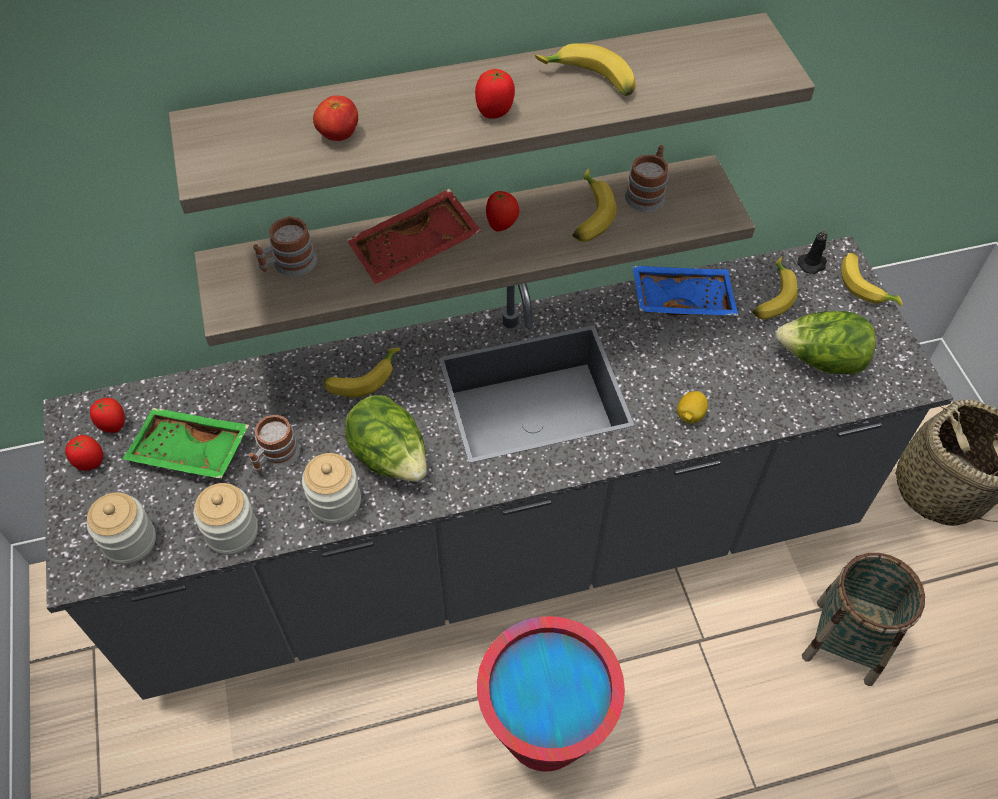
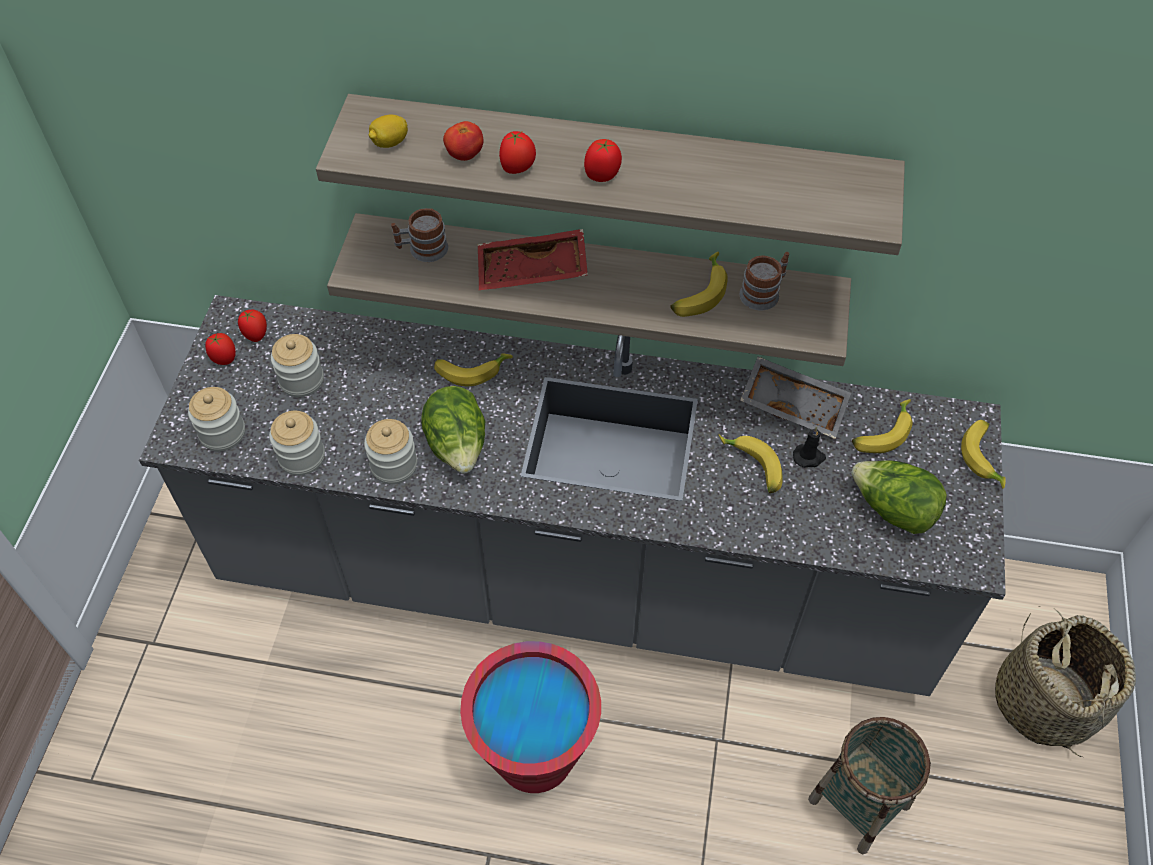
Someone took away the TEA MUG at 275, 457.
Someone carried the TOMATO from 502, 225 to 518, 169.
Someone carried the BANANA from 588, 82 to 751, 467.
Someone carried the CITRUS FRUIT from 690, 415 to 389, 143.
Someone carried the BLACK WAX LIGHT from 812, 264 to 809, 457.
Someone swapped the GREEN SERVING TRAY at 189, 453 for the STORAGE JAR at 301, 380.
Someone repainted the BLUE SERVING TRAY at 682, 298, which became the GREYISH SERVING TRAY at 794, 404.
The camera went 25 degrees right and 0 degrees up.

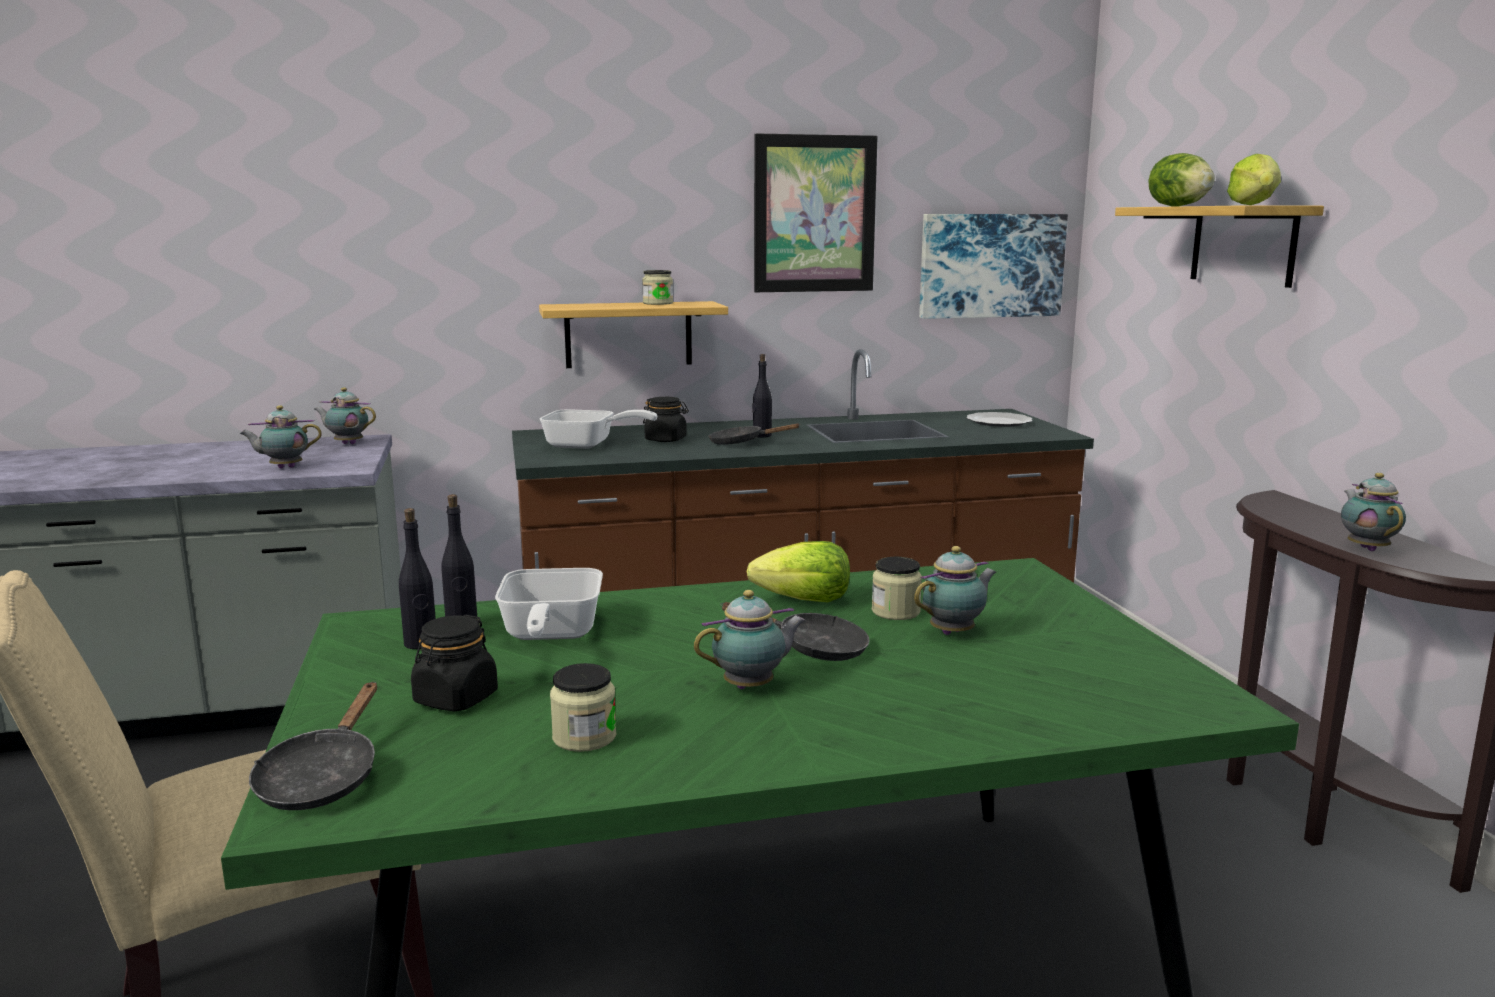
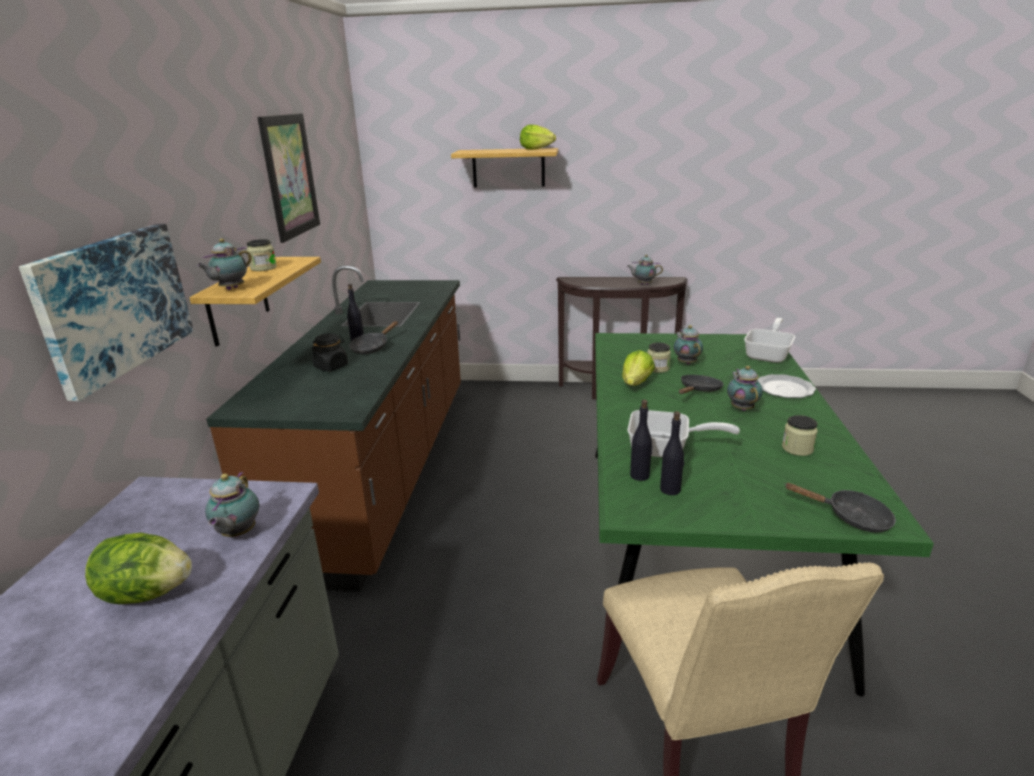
Someone took away the BLACK STORAGE JAR at 455, 699.
Someone carried the POT FOR TEA from 347, 444 to 230, 289.
Someone carried the PAN from 587, 445 to 769, 354.
Someone carried the PICTURE from 990, 265 to 114, 304.
Someone carried the PLATE from 1000, 422 to 785, 388.
Someone carried the HEAD OF LETTUCE from 1179, 206 to 147, 593.
The camera went 70 degrees left and 10 degrees up.

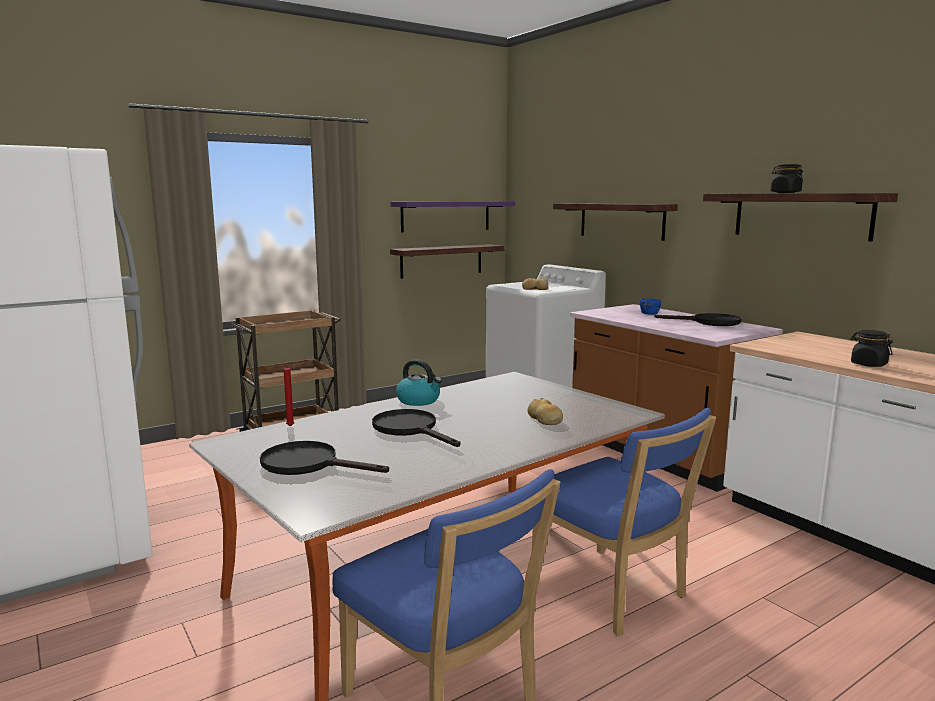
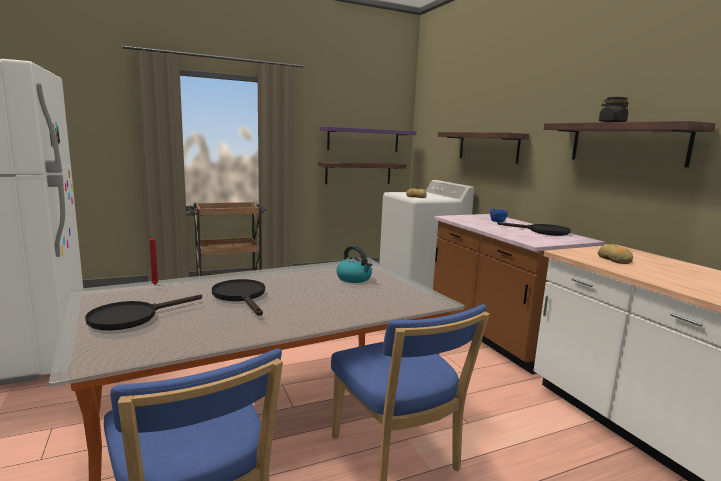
Someone took away the BLACK STORAGE JAR at 868, 364.
Someone carried the KETTLE from 419, 400 to 354, 279.
Someone carried the BREAD from 544, 419 to 614, 260.
Someone rotated the BLACK PAN at 309, 464 by 75 degrees counterclockwise.
The camera went 10 degrees right and 0 degrees up.

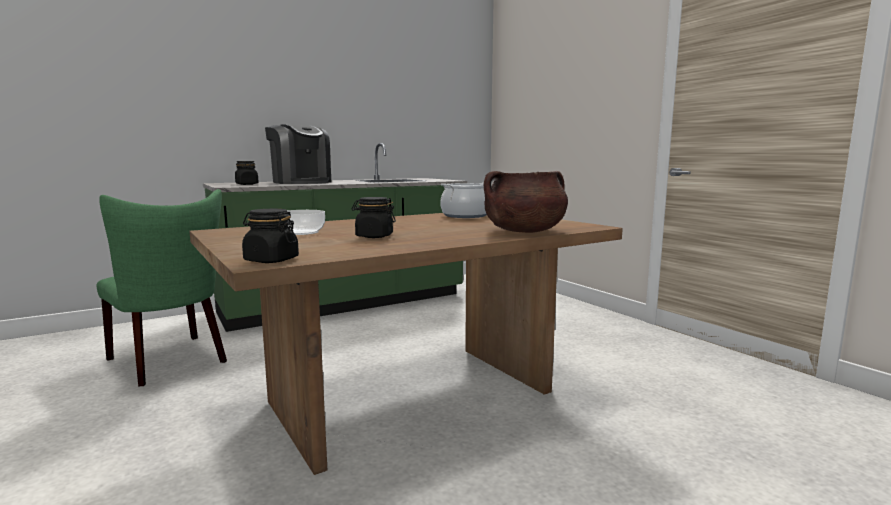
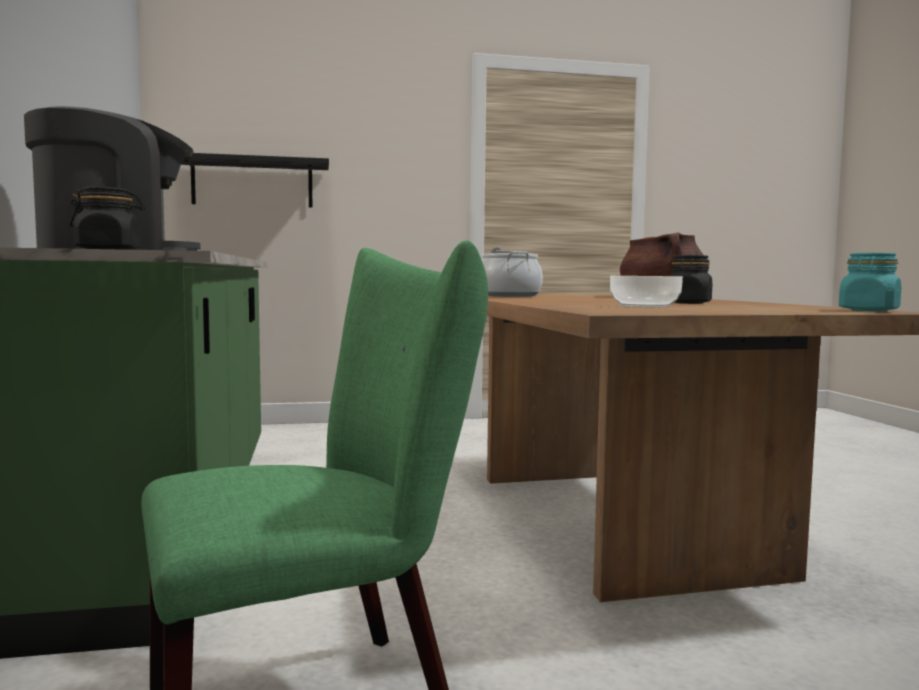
Someone put up the BLACK SHELF at 252, 183.
Someone repainted the BLACK STORAGE JAR at 271, 260, which became the TURQUOISE STORAGE JAR at 868, 310.
The camera went 70 degrees left and 5 degrees down.

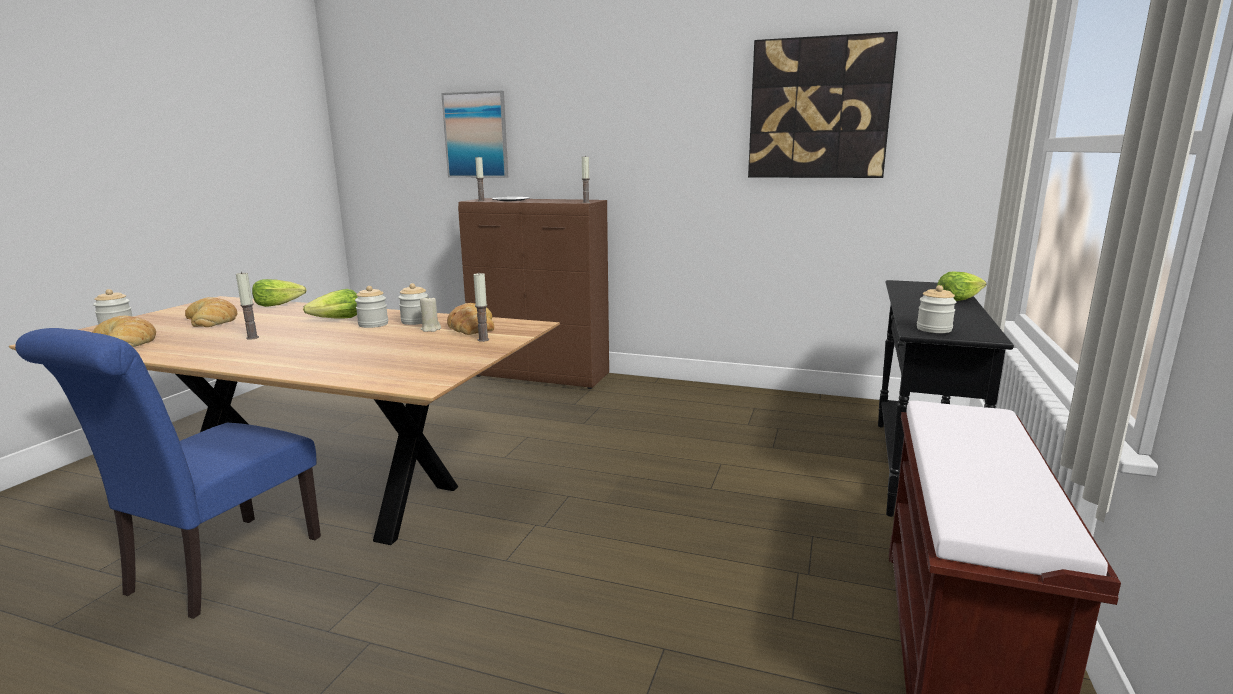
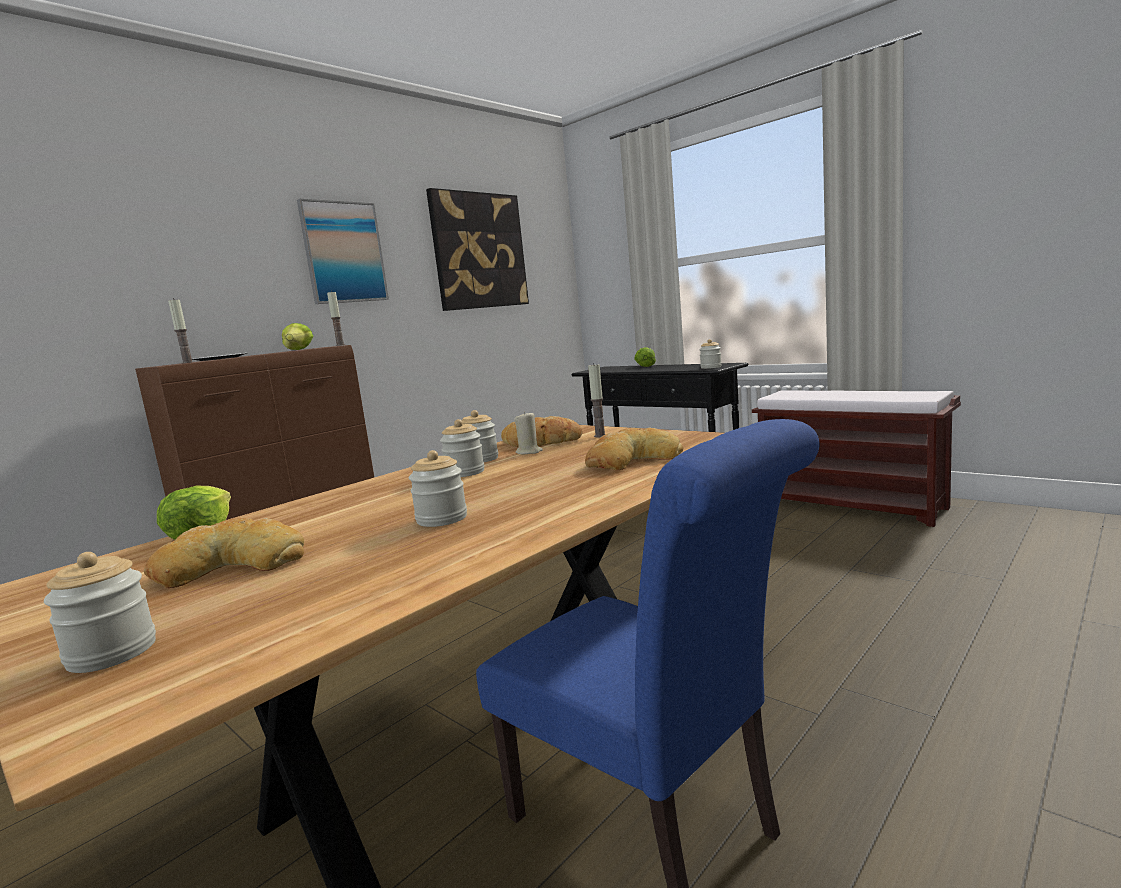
Someone carried the BREAD from 127, 341 to 631, 460.
Someone carried the HEAD OF LETTUCE from 337, 320 to 298, 350.
Someone carried the PICTURE from 476, 135 to 343, 252.
Someone swapped the WAX LIGHT at 252, 338 for the STORAGE JAR at 441, 519.
The camera went 65 degrees left and 5 degrees down.

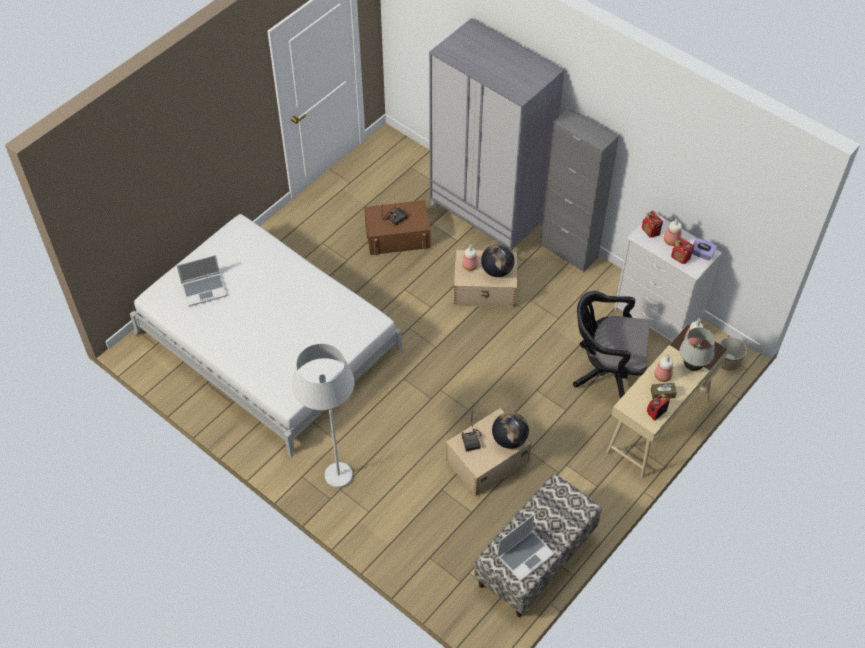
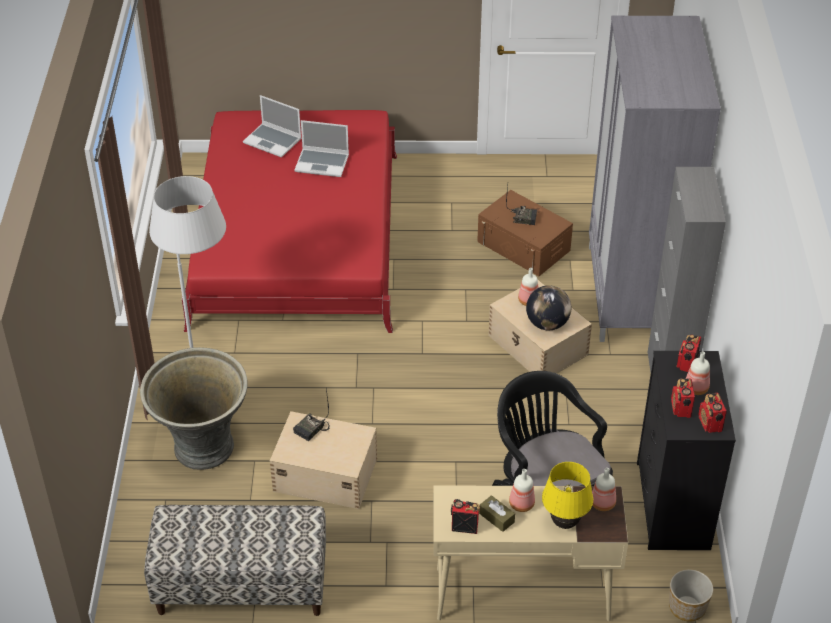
Someone took away the WORLD GLOBE at 509, 439.
Someone put down the GREYISH PLANT POT at 202, 448.
Someone carried the NOTEBOOK COMPUTER from 525, 555 to 323, 163.
Someone swapped the PURPLE-COLOURED TISSUE HOLDER at 702, 254 for the RADIO RECEIVER at 710, 424.
Someone repainted the WHITISH SLEEPING BED at 268, 341, which became the REDDISH SLEEPING BED at 297, 238.
Someone repainted the WHITISH DRESSER at 657, 316, which became the BLACK DRESSER at 673, 506.
Someone repainted the WHITISH TABLE LAMP at 692, 366, which became the YELLOW-COLOURED TABLE LAMP at 565, 523.
The camera went 50 degrees right and 10 degrees down.

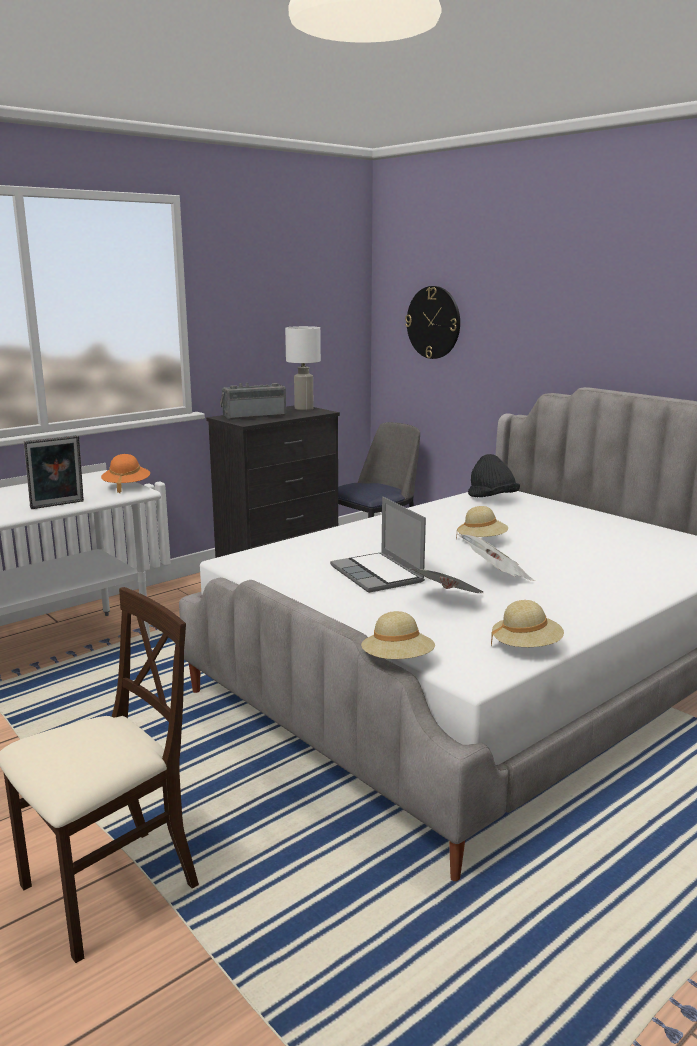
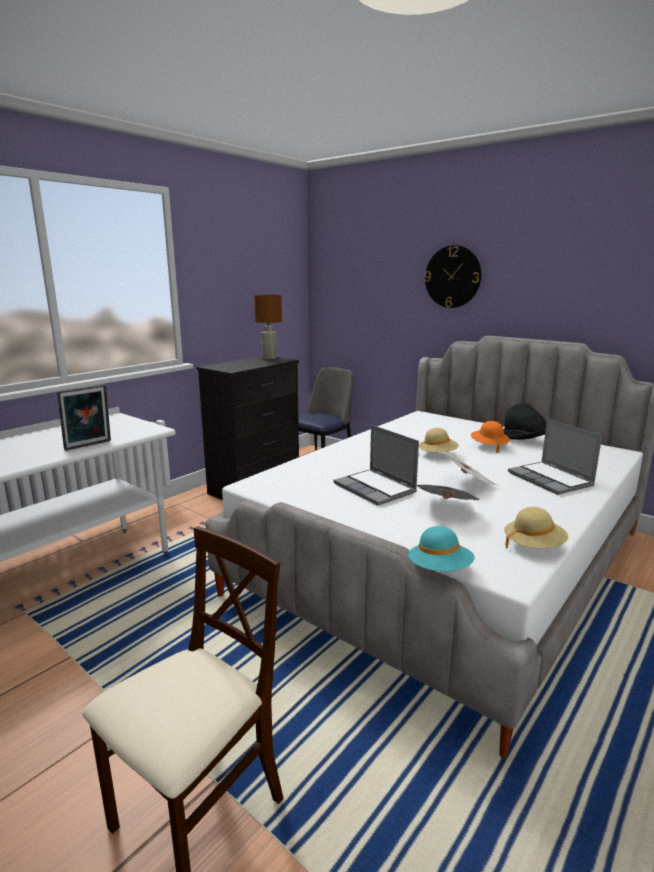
Someone took away the RADIO RECEIVER at 254, 416.
Someone put down the NOTEBOOK COMPUTER at 551, 479.
Someone carried the ORANGE CLOTHING HAT from 126, 486 to 489, 446.
Someone carried the HANGING CLOCK from 433, 322 to 452, 277.
Someone carried the BLACK CLOTHING HAT from 492, 499 to 524, 440.
Someone repainted the WHITISH TABLE LAMP at 304, 409, which became the BROWNISH TABLE LAMP at 270, 358.
Someone repainted the BEIGE-COLOURED CLOTHING HAT at 397, 661, which became the TURQUOISE CLOTHING HAT at 440, 570.
The camera went 10 degrees left and 0 degrees up.

